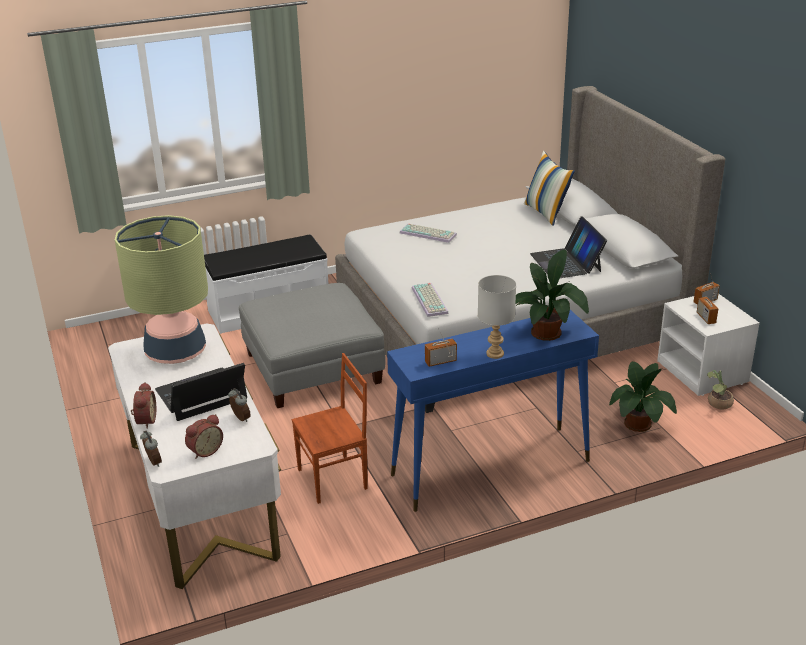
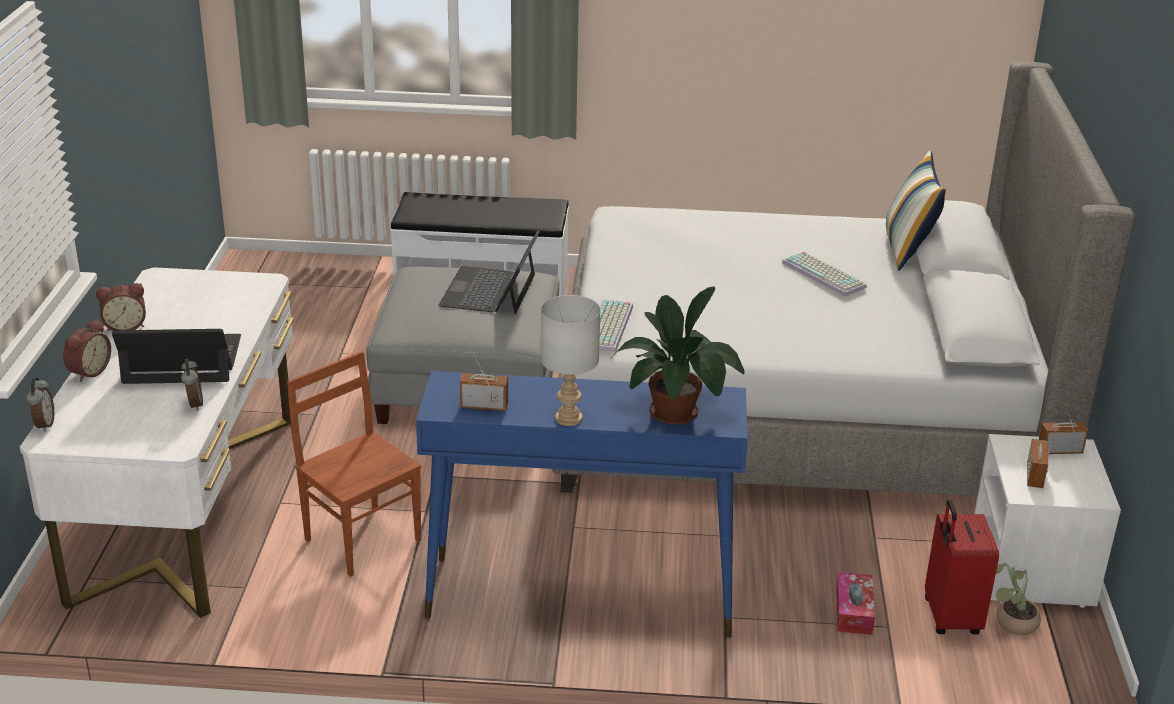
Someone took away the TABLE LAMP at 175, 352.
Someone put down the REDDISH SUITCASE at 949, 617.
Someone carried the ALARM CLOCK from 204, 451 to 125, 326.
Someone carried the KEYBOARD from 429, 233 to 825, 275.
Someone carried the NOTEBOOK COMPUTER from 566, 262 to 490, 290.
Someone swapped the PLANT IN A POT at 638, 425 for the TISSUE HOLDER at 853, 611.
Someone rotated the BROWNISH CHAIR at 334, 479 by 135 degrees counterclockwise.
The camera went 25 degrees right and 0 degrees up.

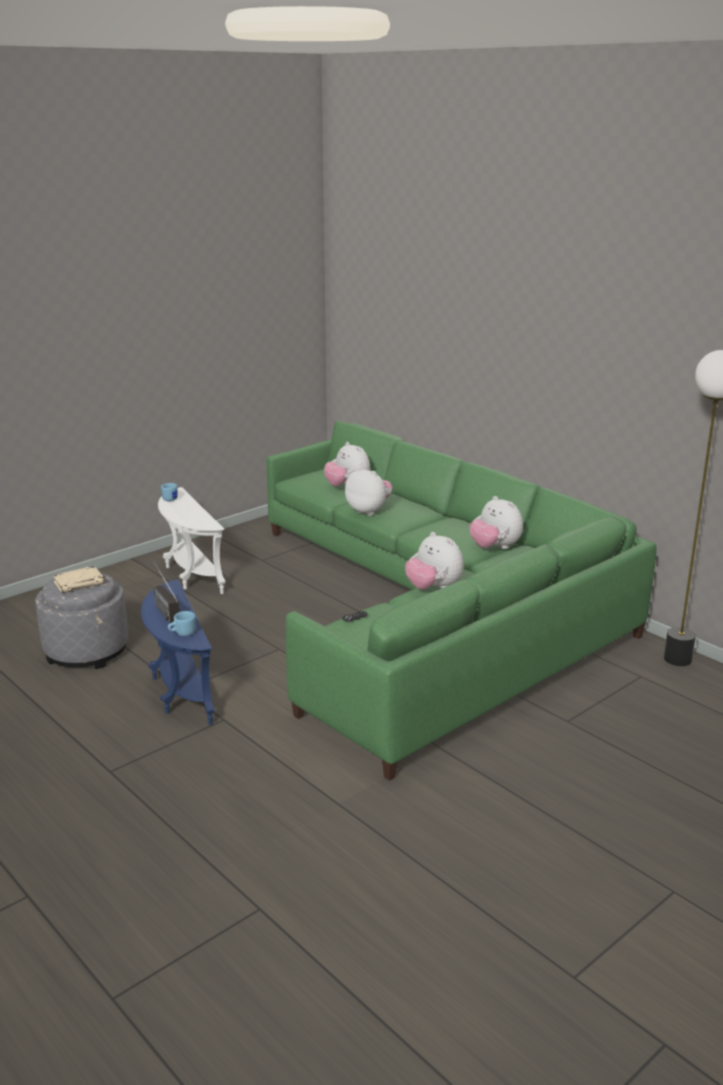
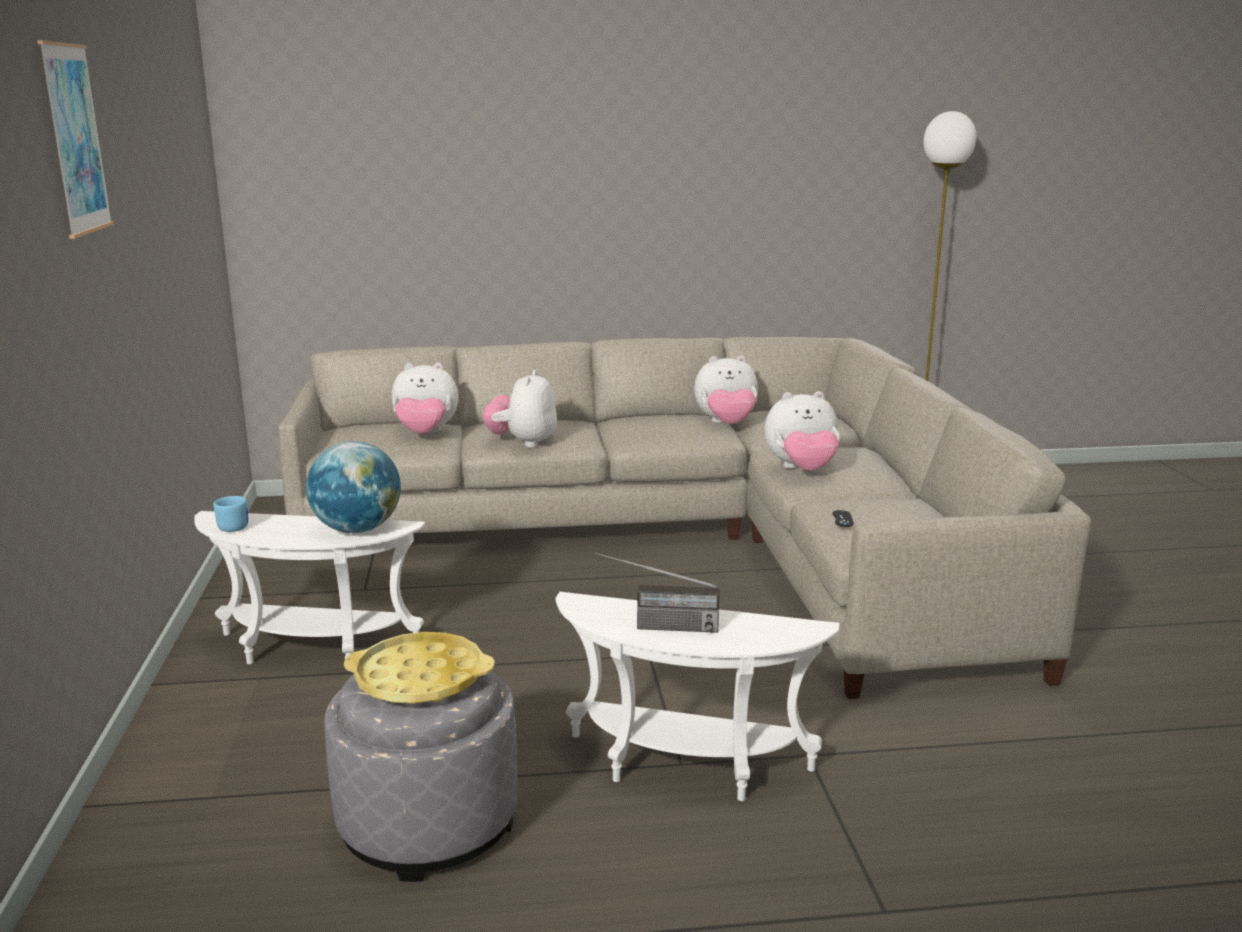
Someone took away the BLUE TEA MUG at 182, 633.
Someone put up the PICTURE at 75, 139.
Someone put down the WORLD GLOBE at 357, 529.
Someone swapped the BEIGE-COLOURED BOUND BOOK at 79, 583 for the YELLOW-COLOURED SERVING TRAY at 420, 679.
Someone repainted the BLUE SIDE TABLE at 179, 691, which became the WHITISH SIDE TABLE at 684, 768.
Someone repainted the GREEN SETTEE at 434, 614, which became the GREYISH SETTEE at 684, 541.
Someone rotated the PLUSH TOY at 369, 511 by 60 degrees counterclockwise.
The camera went 55 degrees left and 5 degrees down.

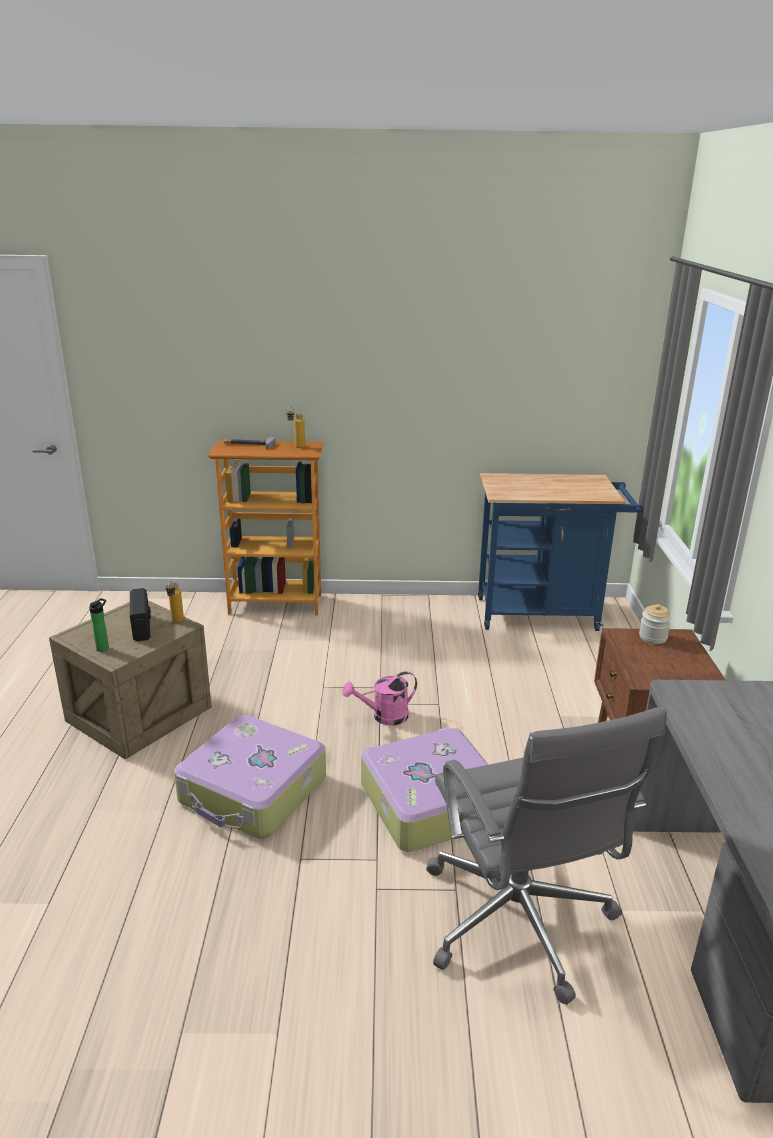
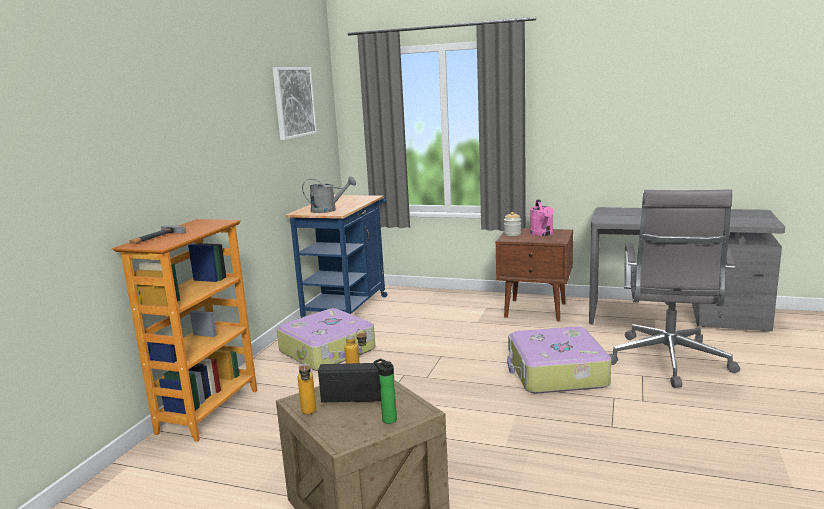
Someone put up the PICTURE at 293, 102.
Someone put down the GREYISH WATERING POT at 328, 210.
Someone carried the SUITCASE from 253, 791 to 328, 350.
Someone carried the BOTTLE from 296, 447 to 309, 414.
Someone carried the PINK WATERING POT from 384, 717 to 542, 234.
Someone rotated the GREYISH COMPUTER CHAIR at 518, 923 by 105 degrees clockwise.
The camera went 70 degrees left and 10 degrees down.

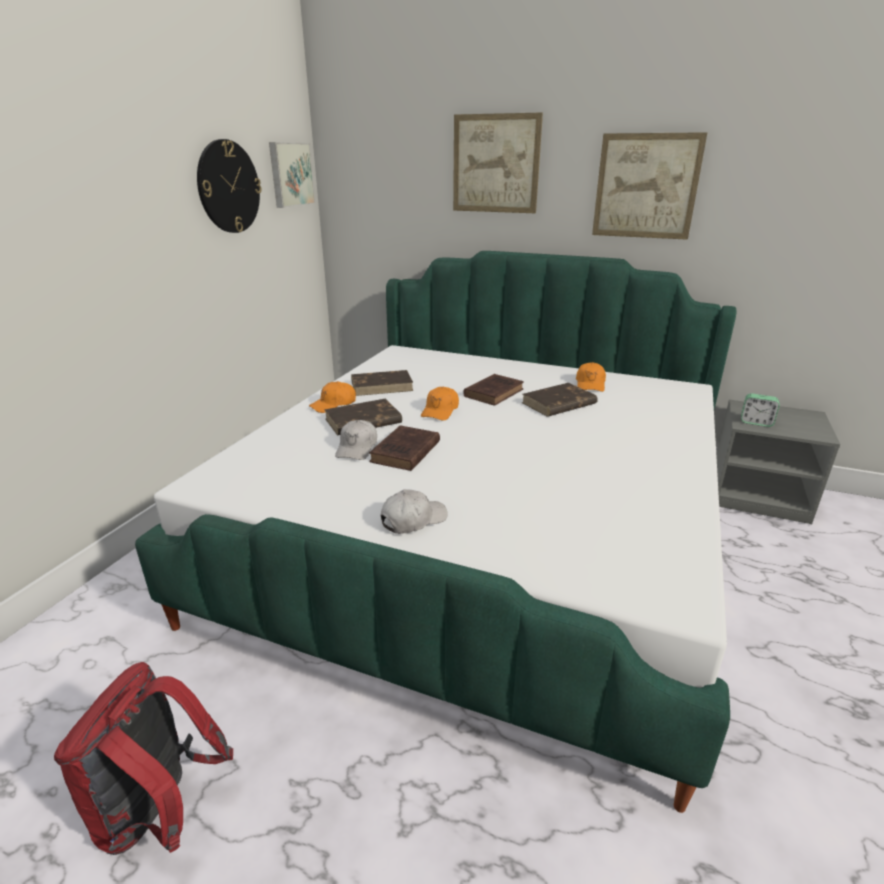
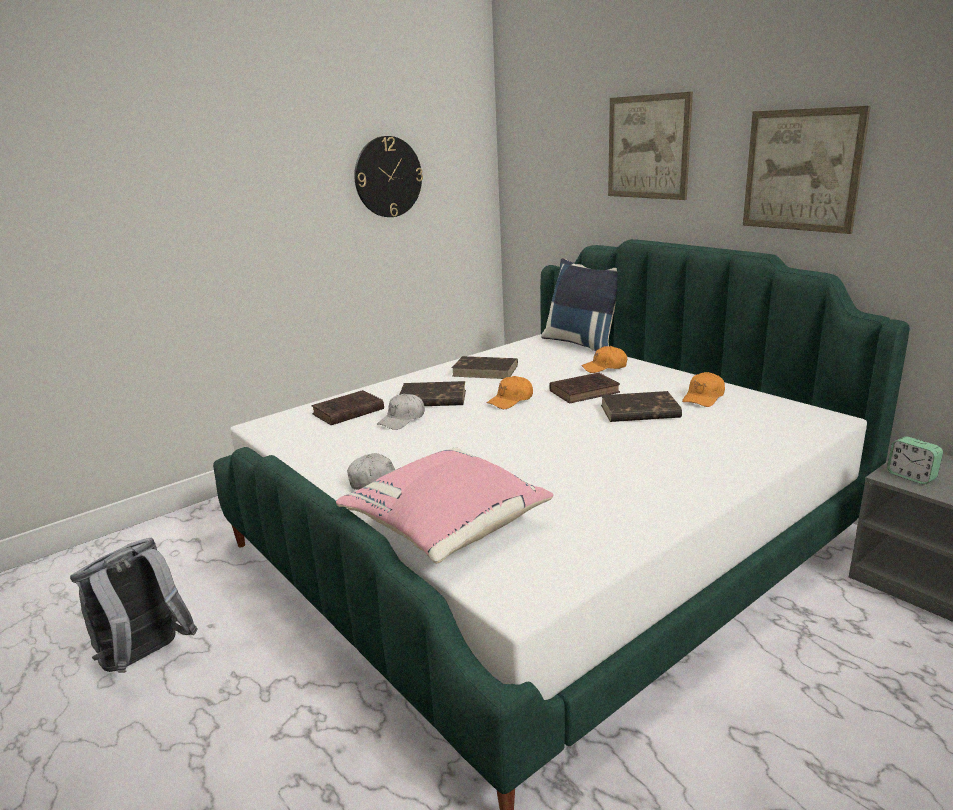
Someone took away the PICTURE at 290, 174.
Someone put down the PINK THROW PILLOW at 448, 529.
Someone put down the BLUE THROW PILLOW at 583, 344.
Someone carried the ORANGE BASEBALL CAP from 333, 404 to 604, 367.
Someone carried the BROWNISH BOUND BOOK from 404, 453 to 346, 412.
Someone repainted the REDDISH RUCKSACK at 160, 813, which became the GREYISH RUCKSACK at 146, 659.
The camera went 30 degrees right and 5 degrees down.

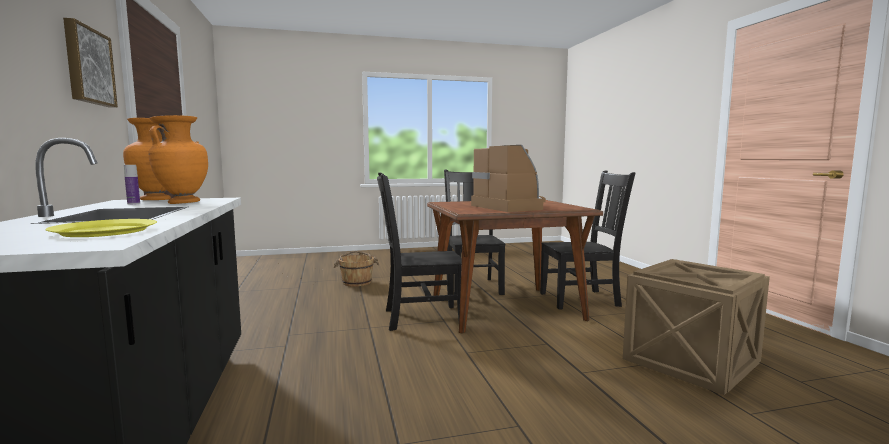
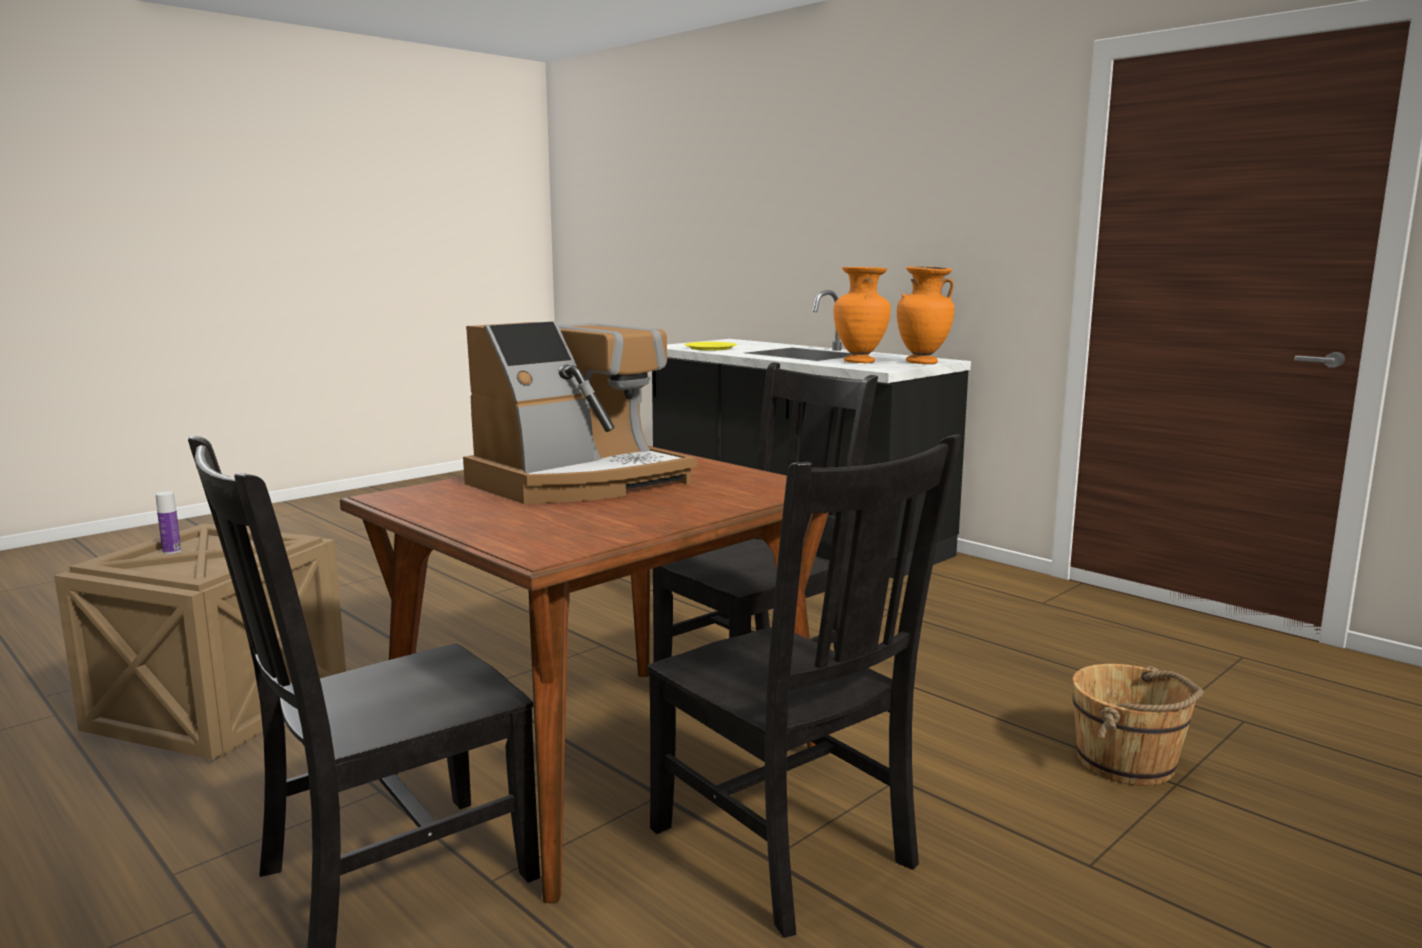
Someone took away the PICTURE at 87, 66.
Someone carried the BOTTLE from 133, 203 to 172, 551.
Someone rotated the COFFEE MAKER at 511, 207 by 75 degrees counterclockwise.
The camera went 150 degrees right and 5 degrees up.

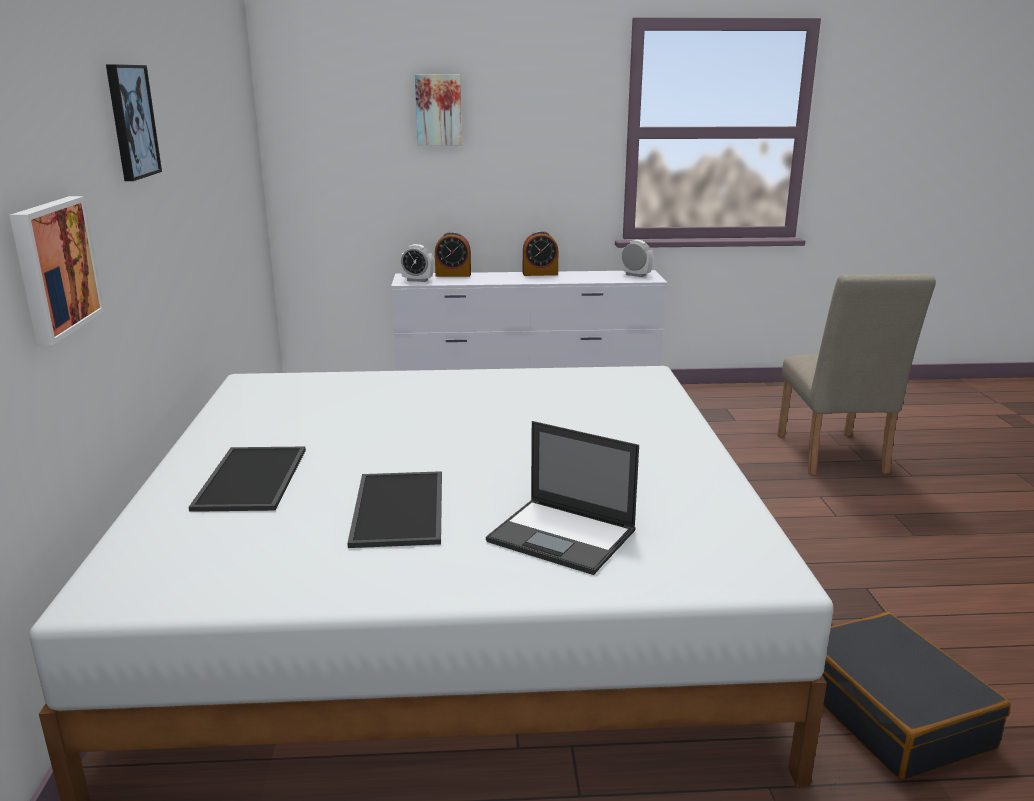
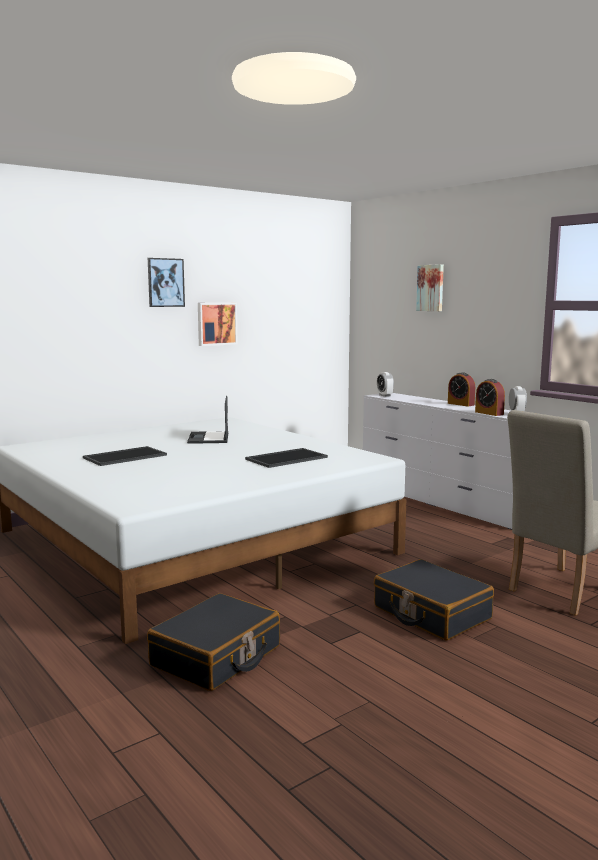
Someone put down the BLACK SUITCASE at 431, 613.
Someone carried the PICTURE from 53, 267 to 216, 323.
Someone carried the SERVING TRAY from 253, 479 to 286, 459.
Someone carried the ALARM CLOCK from 453, 275 to 489, 413.
Someone carried the NOTEBOOK COMPUTER from 563, 536 to 208, 438.
The camera went 55 degrees right and 10 degrees down.

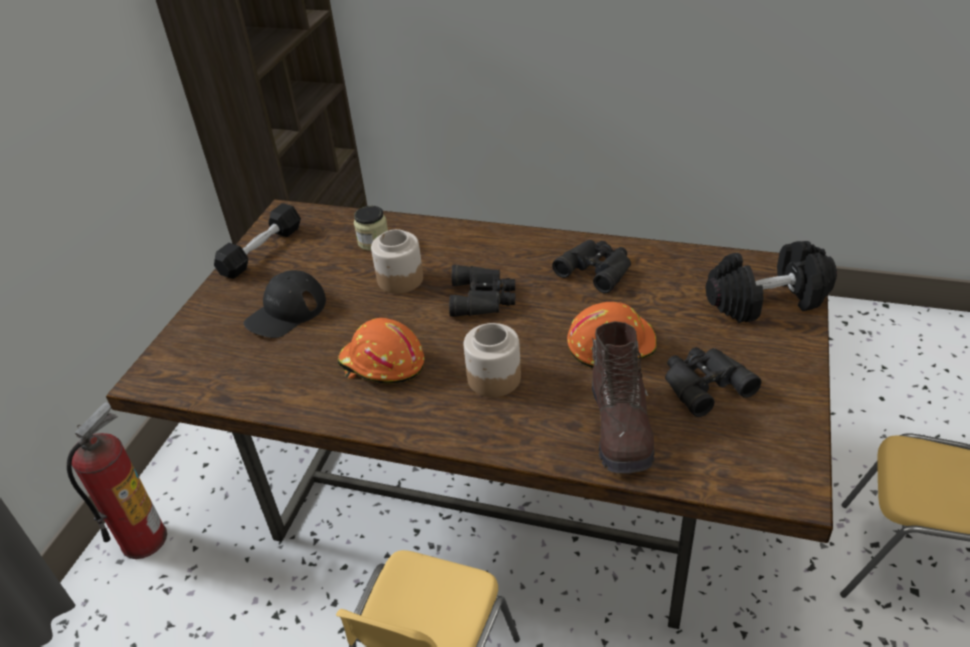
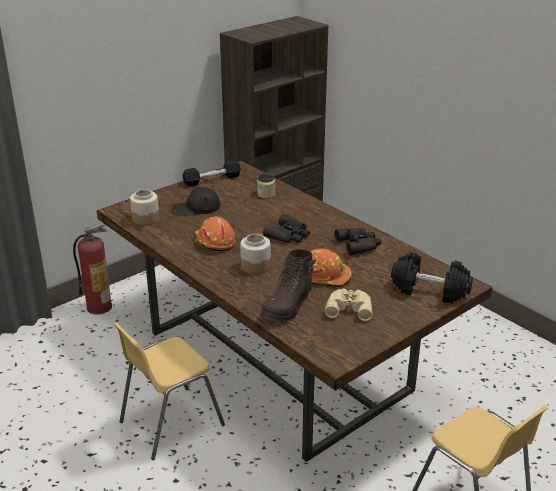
Someone carried the STORAGE JAR from 399, 279 to 145, 219.
Someone repainted the BLACK PAIR OF BINOCULARS at 703, 383, which became the BEIGE-COLOURED PAIR OF BINOCULARS at 349, 307.
The camera went 30 degrees right and 10 degrees down.

